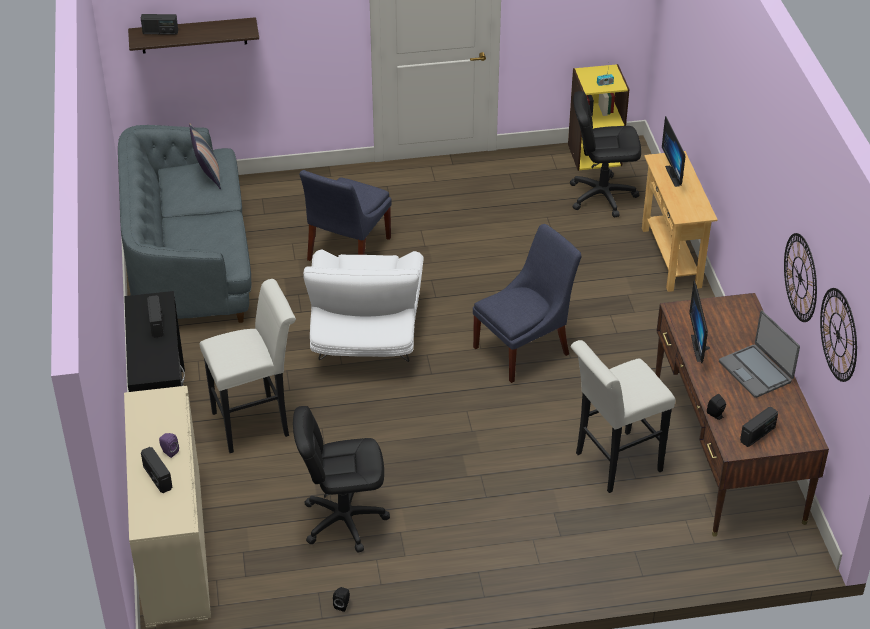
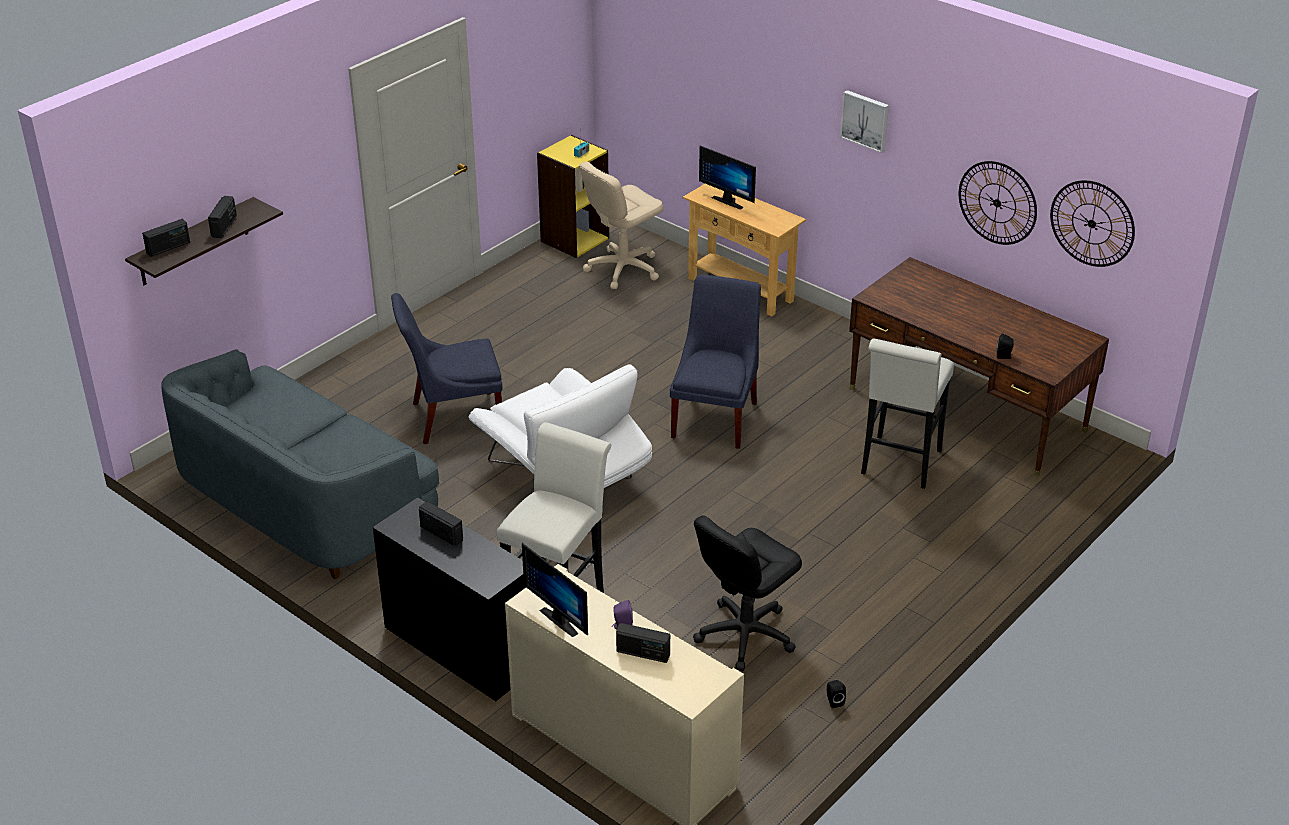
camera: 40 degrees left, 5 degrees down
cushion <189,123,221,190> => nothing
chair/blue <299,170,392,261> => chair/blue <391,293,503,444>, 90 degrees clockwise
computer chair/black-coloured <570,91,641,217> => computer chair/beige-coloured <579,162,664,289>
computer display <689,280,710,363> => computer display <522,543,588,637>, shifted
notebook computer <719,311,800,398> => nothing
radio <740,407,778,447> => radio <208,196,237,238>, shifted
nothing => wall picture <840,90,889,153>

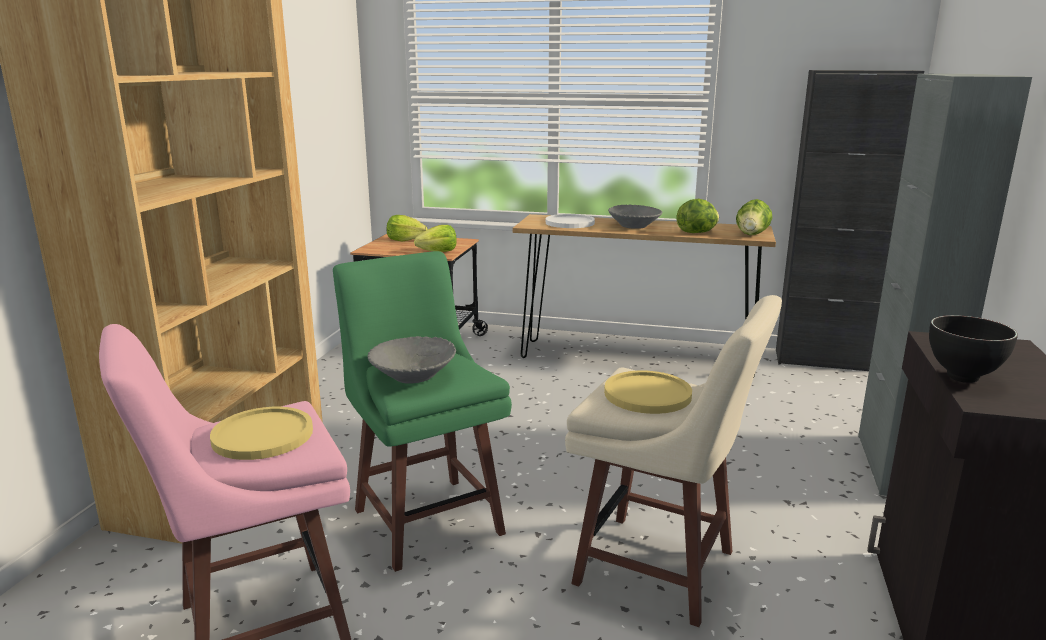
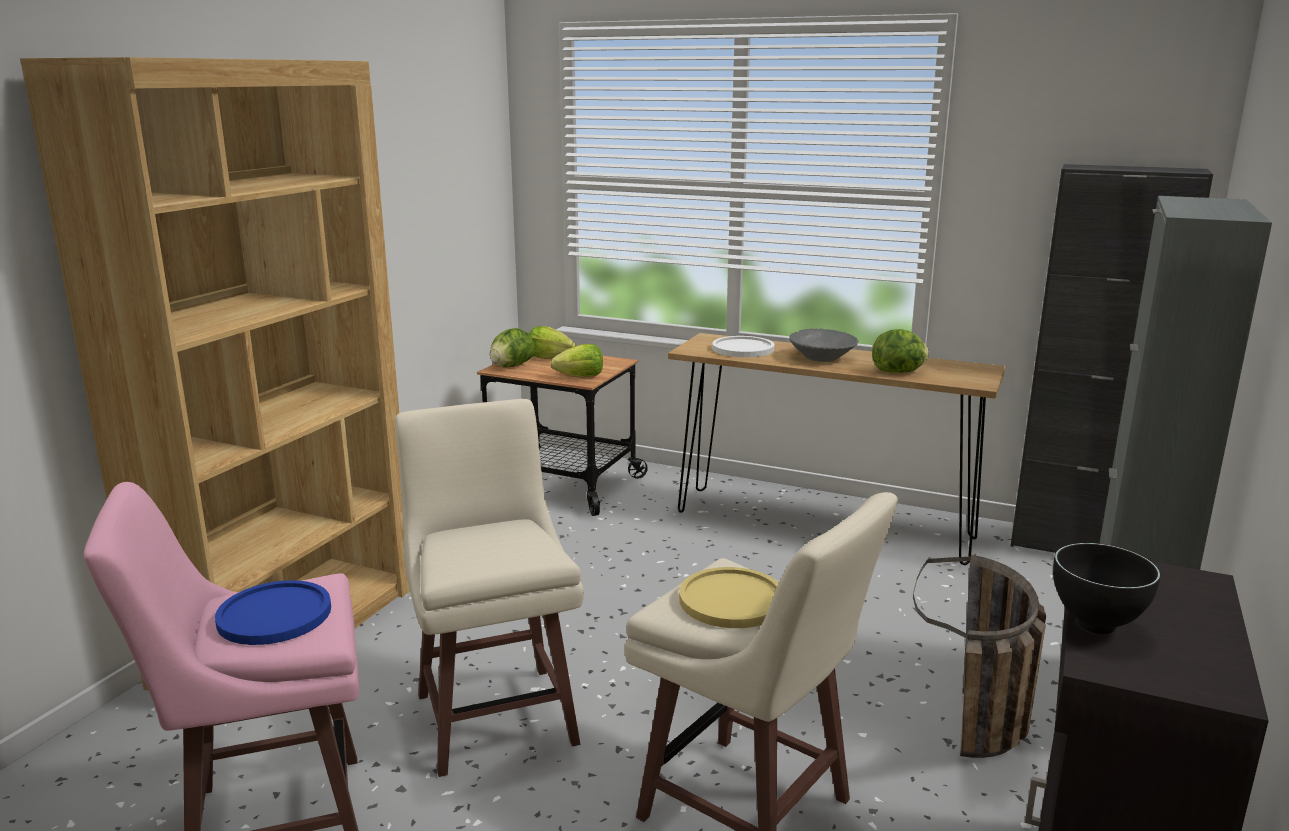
camera: 10 degrees right, 0 degrees up
dinner plate/yellowish <210,407,313,460> => dinner plate/blue <215,580,331,645>
sitting stool/greenish <333,251,512,572> => sitting stool/beige-coloured <395,399,584,777>
deep dish/gray <367,336,456,384> => nothing
lettuce head <736,199,772,235> => lettuce head <490,328,535,367>, shifted
nothing => storage basket <913,555,1046,758>

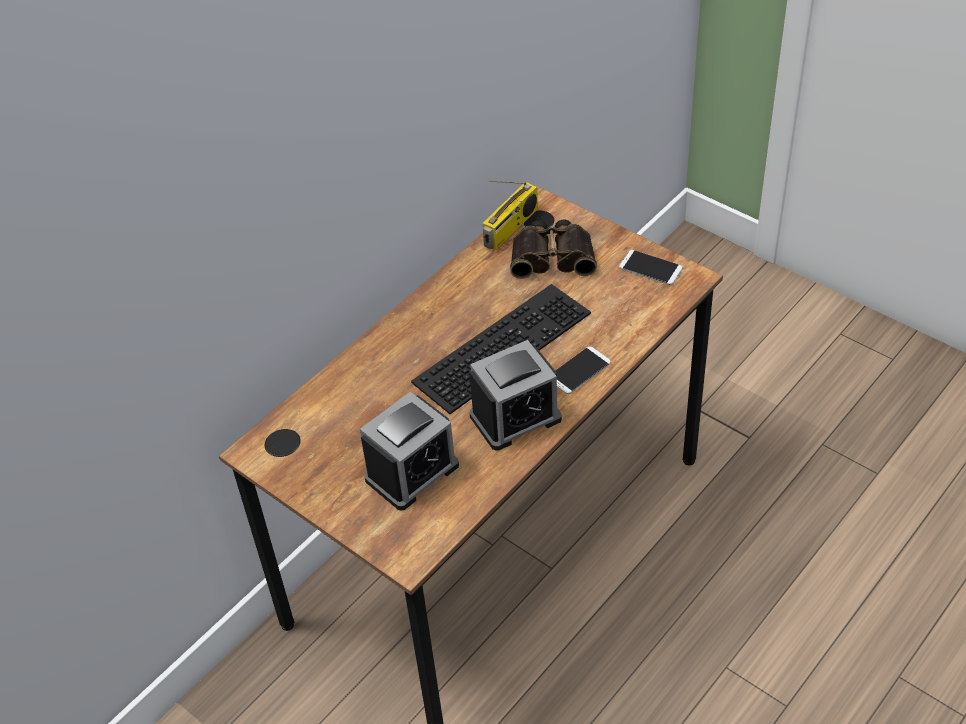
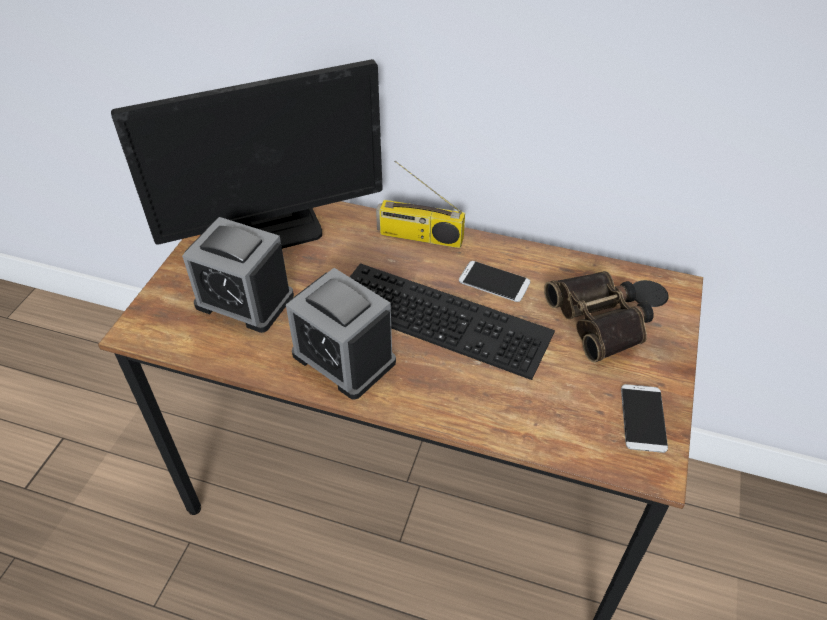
camera: 65 degrees right, 0 degrees up
radio <483,181,538,250> => radio <376,161,465,248>, shifted
telephone <555,346,611,394> => telephone <459,261,530,302>, shifted
nothing => computer display <111,59,383,249>

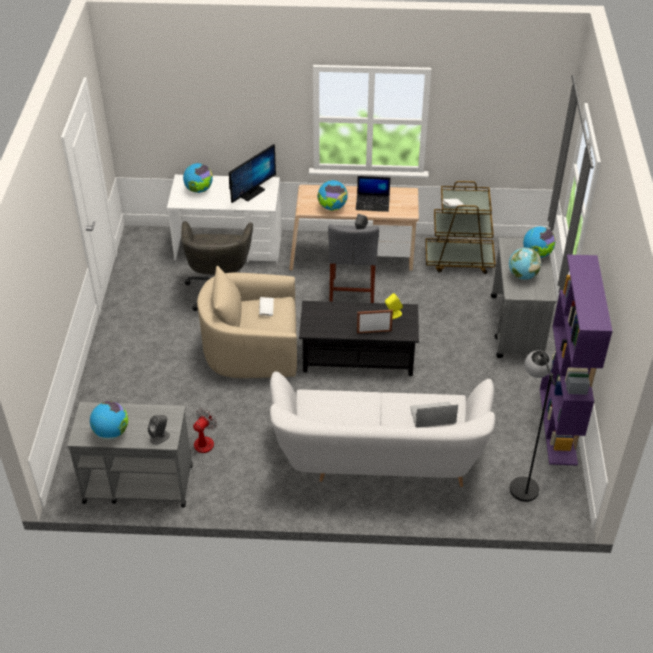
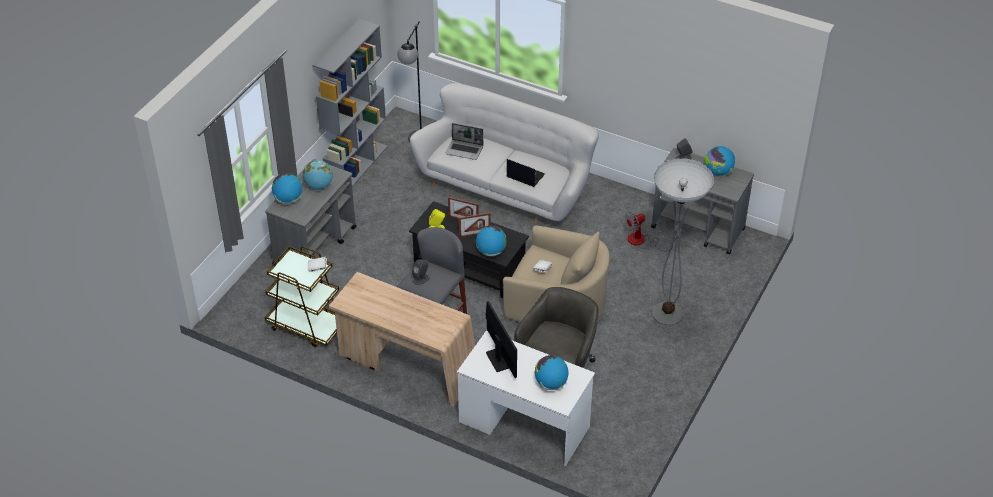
camera: 155 degrees left, 0 degrees up
computer display <229,144,276,203> => computer display <486,301,517,378>, 90 degrees clockwise
desk globe <317,180,348,211> => desk globe <476,225,507,256>, shifted
notebook computer <356,176,390,212> => notebook computer <507,159,545,187>, shifted
bookshelf/purplish <540,254,612,466> => bookshelf/gray <313,19,388,187>
nothing => picture frame <458,212,491,238>
nothing => floor lamp <652,158,714,325>

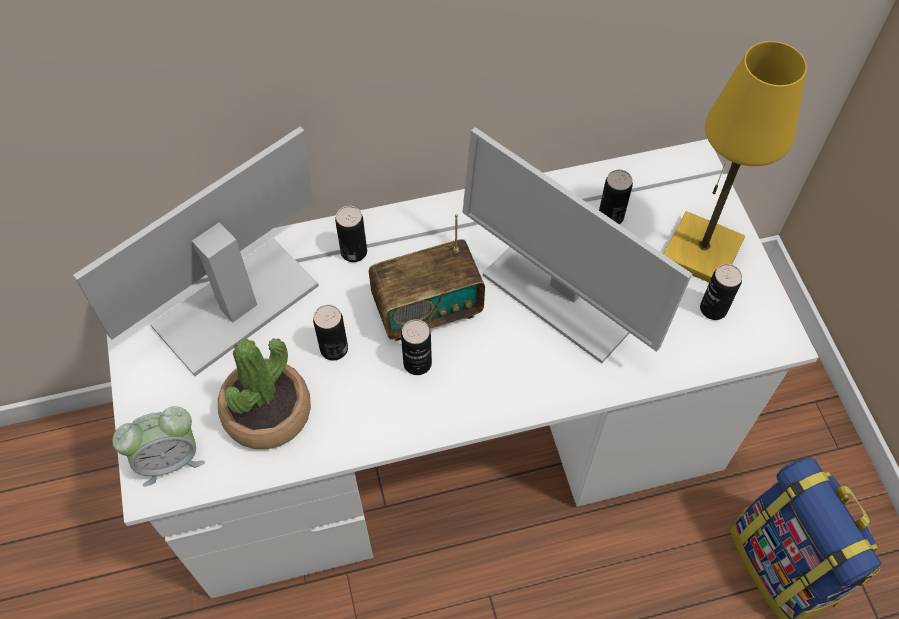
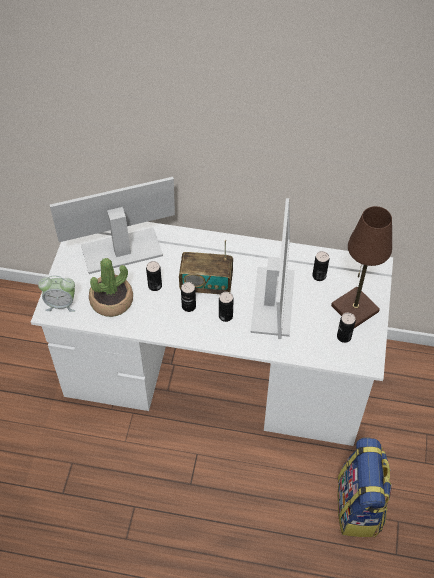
camera: 25 degrees right, 5 degrees down
metal can <335,206,367,262> => metal can <219,292,234,322>, shifted
computer display <462,127,692,364> => computer display <250,198,295,339>, 150 degrees counterclockwise
lamp for a table/yellowish <664,41,807,282> => lamp for a table/brown <331,206,392,328>

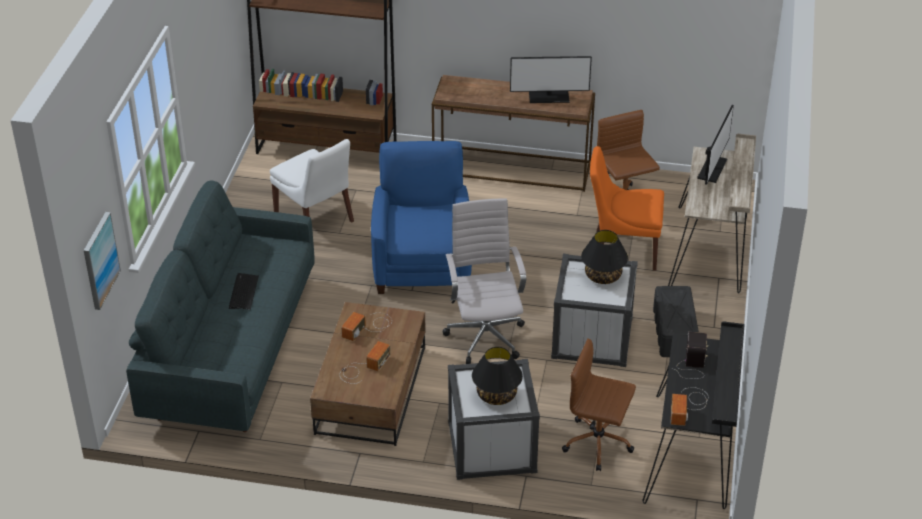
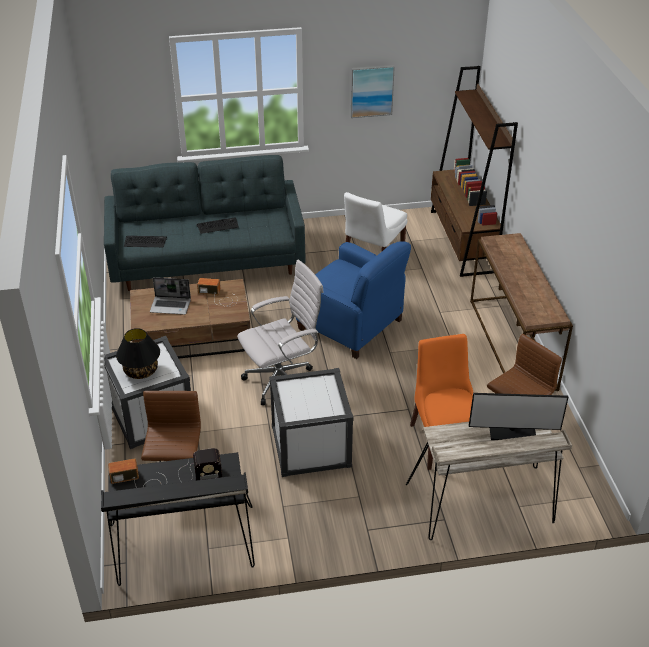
camera: 70 degrees right, 0 degrees up
wall picture <84,212,121,310> => wall picture <351,65,395,118>, shifted
radio <340,341,391,384> => notebook computer <150,277,191,315>
armchair/blue <371,141,472,294> => armchair/blue <296,241,411,359>, 60 degrees clockwise
computer display <510,56,592,103> => nothing
lamp for a table/black-coloured <581,230,628,284> => nothing
storage bin/black-coloured <653,286,699,357> => nothing
nothing => PC keyboard <124,236,167,247>

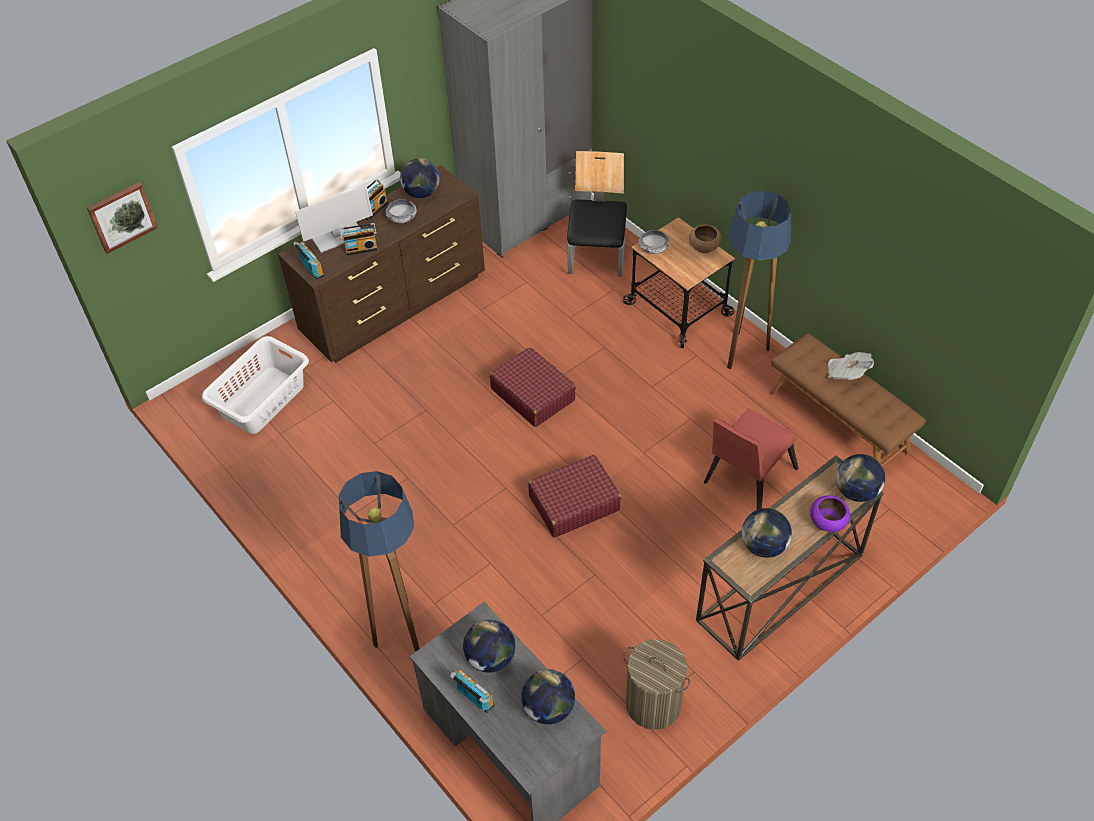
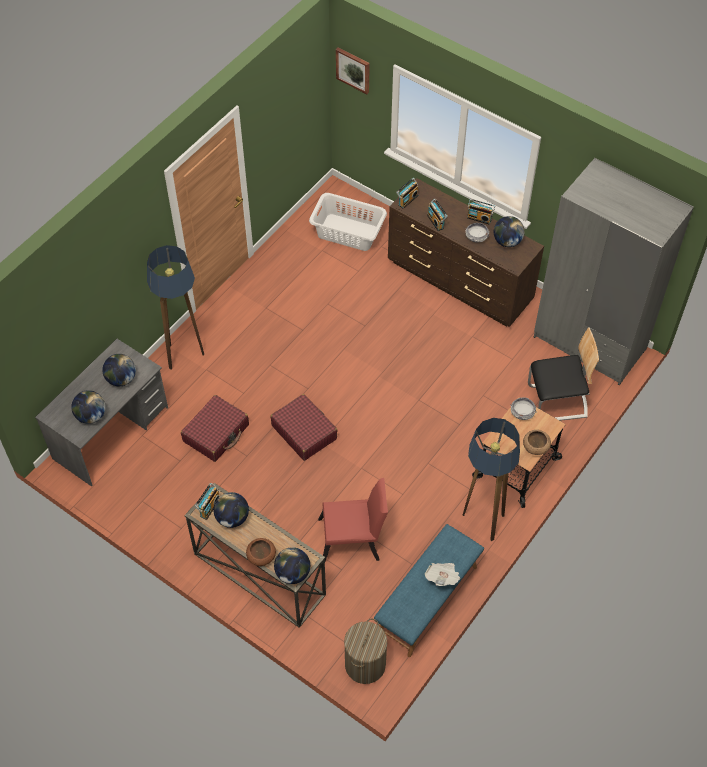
camera: 75 degrees right, 5 degrees up
computer display <295,185,373,253> => nothing
radio <450,670,495,713> => radio <195,483,219,520>, shifted
travel case/reddish <490,347,576,427> => travel case/reddish <181,395,249,462>, shifted
hamper <623,639,690,730> => hamper <344,618,387,684>, shifted
chair/reddish <704,408,799,510> => chair/reddish <318,478,388,561>, 150 degrees clockwise
bench/brown <770,333,926,467> => bench/blue <374,524,484,657>
deep dish/purplish <810,495,850,532> => deep dish/brown <246,538,276,566>

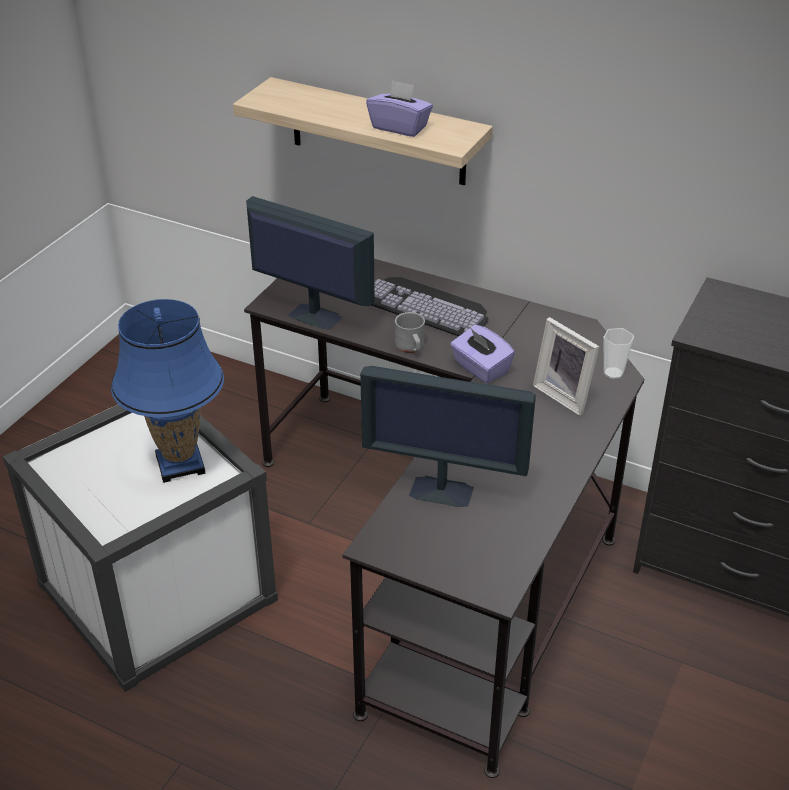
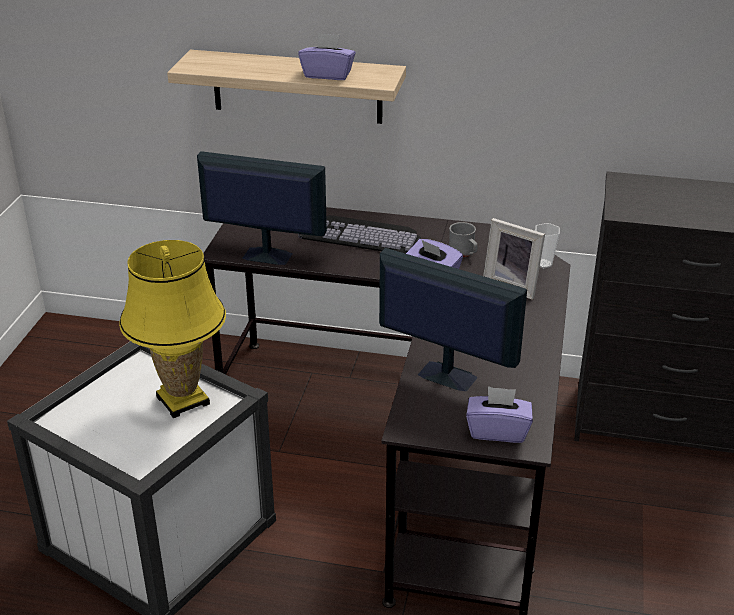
camera: 15 degrees left, 5 degrees down
lamp for a table/blue <111,299,224,483> => lamp for a table/yellowish <119,240,226,418>
computer display <360,366,536,507> => computer display <379,248,527,391>, 150 degrees counterclockwise
coffee mug/gray <395,312,425,353> => coffee mug/gray <449,222,478,257>, shifted
nothing => tissue holder/purplish <466,386,533,443>

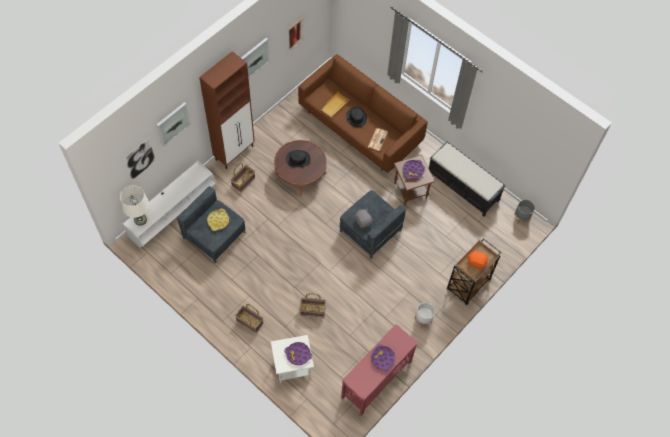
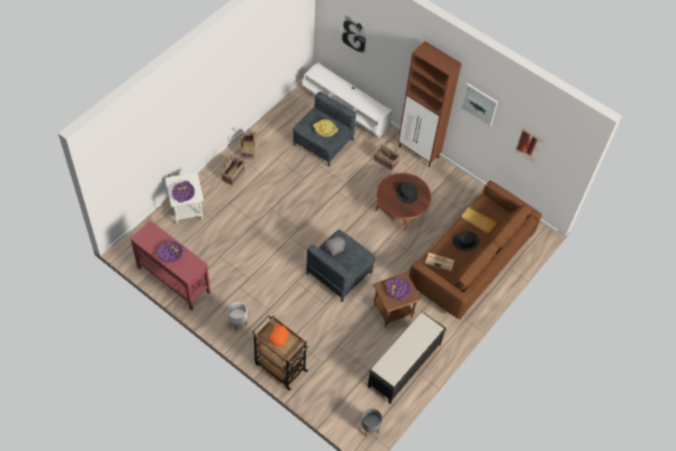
camera: 85 degrees right, 5 degrees down
lamp for a table/white <120,185,149,226> => nothing
wall picture <157,102,191,146> => nothing
storage basket <300,293,326,318> => storage basket <241,131,255,159>, shifted

